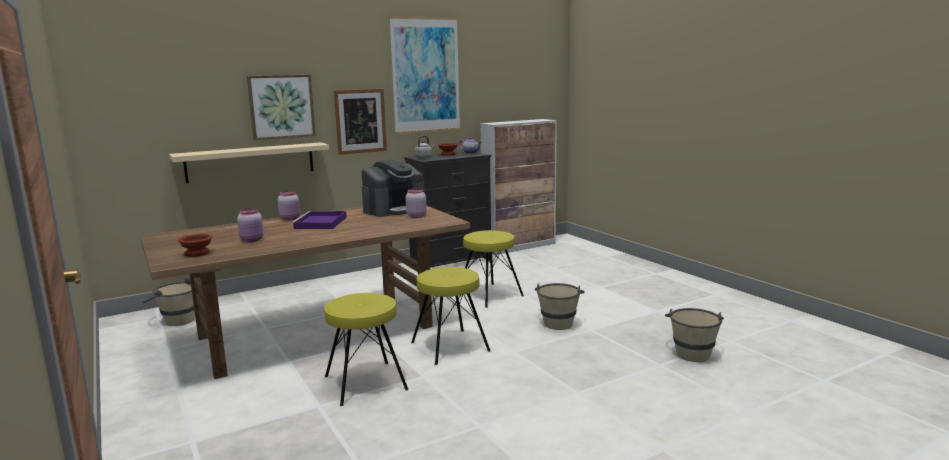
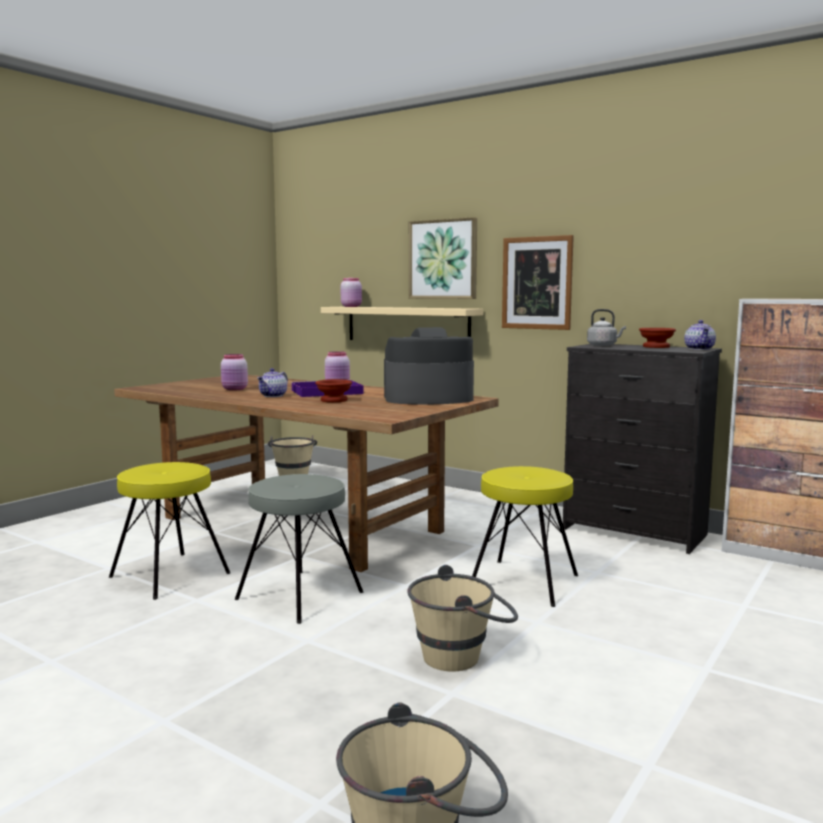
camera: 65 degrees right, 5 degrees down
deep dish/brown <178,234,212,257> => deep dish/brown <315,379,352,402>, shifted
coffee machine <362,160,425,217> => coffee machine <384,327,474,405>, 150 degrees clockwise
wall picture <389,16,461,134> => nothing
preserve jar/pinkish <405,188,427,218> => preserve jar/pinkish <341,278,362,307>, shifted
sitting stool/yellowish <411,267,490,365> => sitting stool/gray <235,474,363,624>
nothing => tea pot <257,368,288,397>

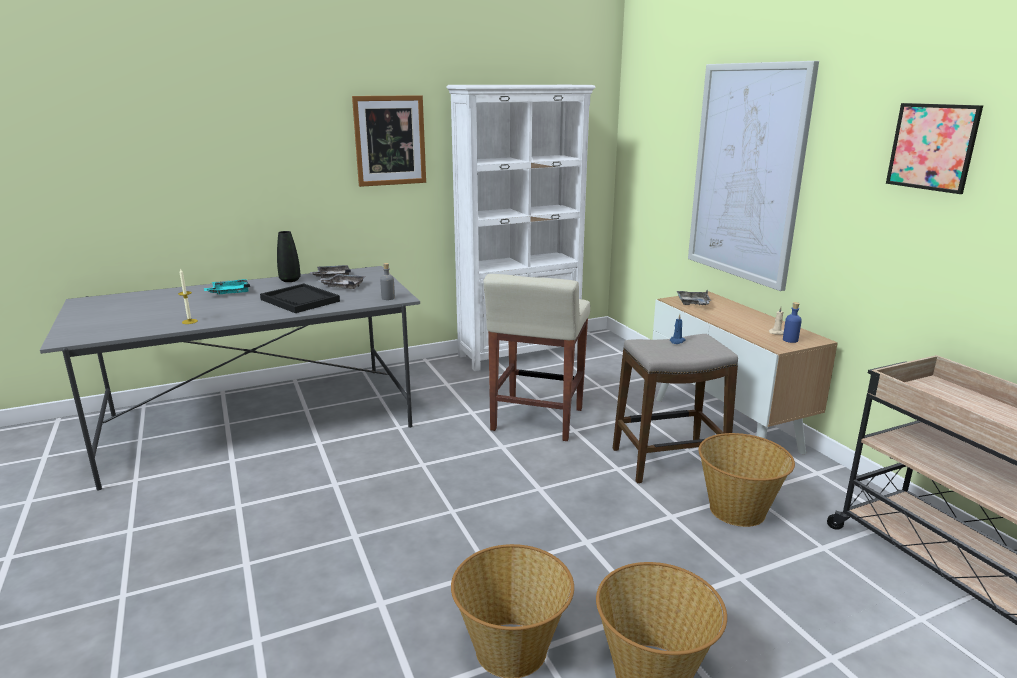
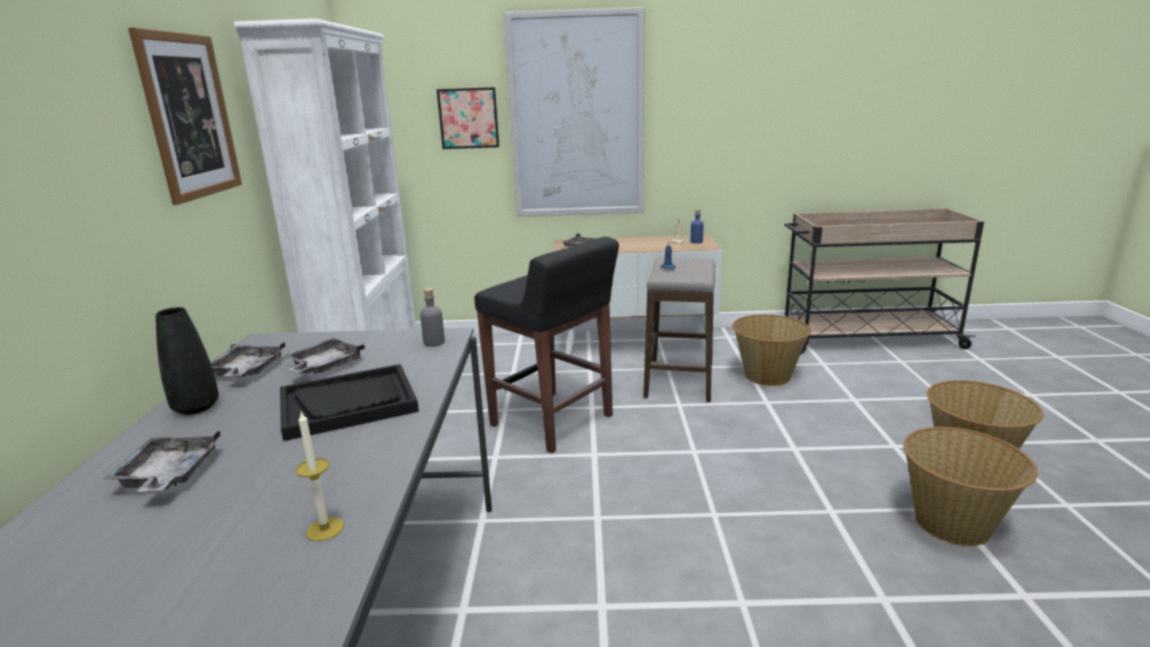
camera: 65 degrees left, 0 degrees up
carrying tray/turquoise <204,279,250,294> => carrying tray/gray <102,430,220,492>
sitting stool/beige-coloured <483,274,590,441> => sitting stool/black-coloured <474,237,619,453>
wall picture <886,103,983,194> => wall picture <436,87,499,149>, shifted

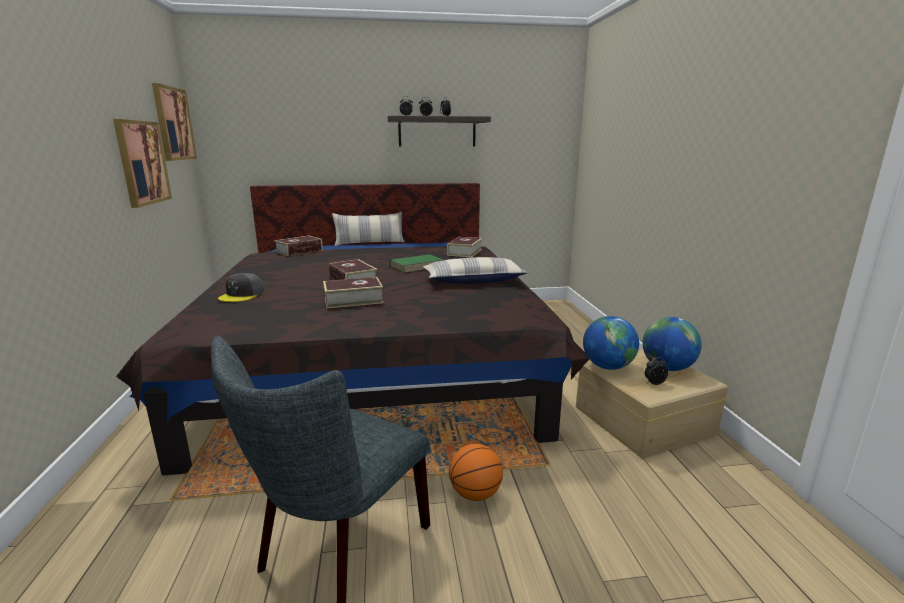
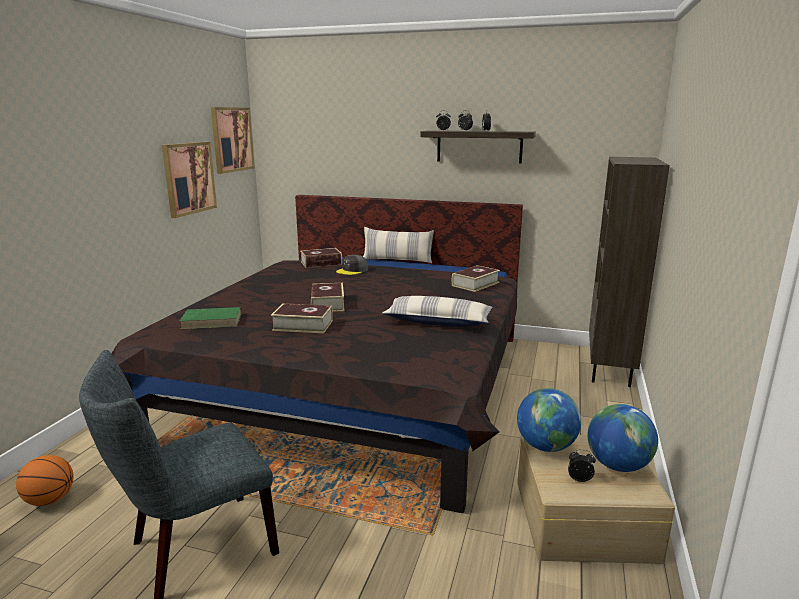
camera: 25 degrees right, 0 degrees up
cap/gray <218,273,264,302> => cap/gray <336,255,368,275>, shifted
volume/greenish <390,254,444,273> => volume/greenish <180,307,242,329>, shifted
ball for basketball <449,444,503,501> => ball for basketball <16,455,74,506>, shifted
nothing => bookshelf/brown <589,157,670,387>

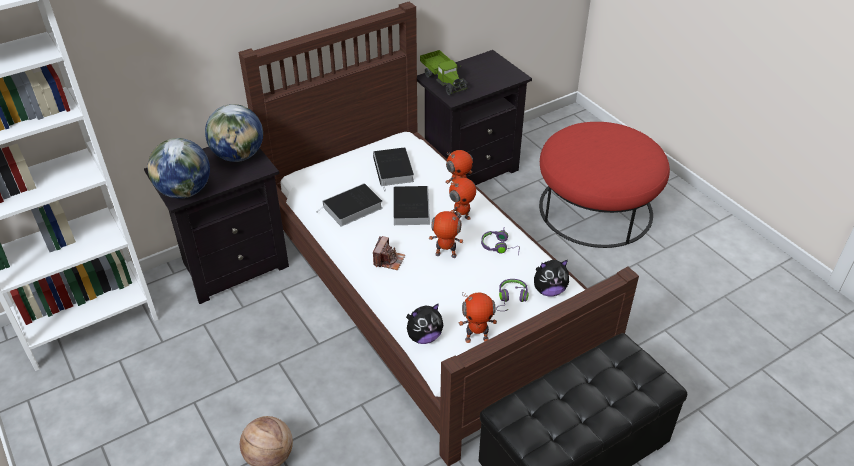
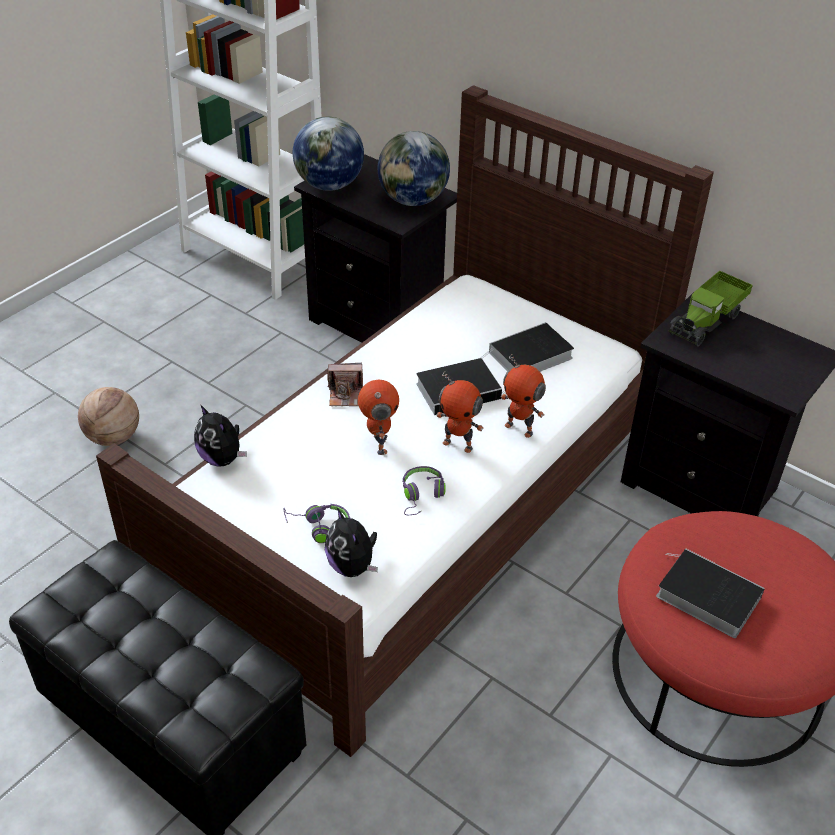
camera: 70 degrees right, 0 degrees up
volume <318,183,382,227> => volume <656,549,765,638>, shifted
toy robot <459,293,497,343> => nothing

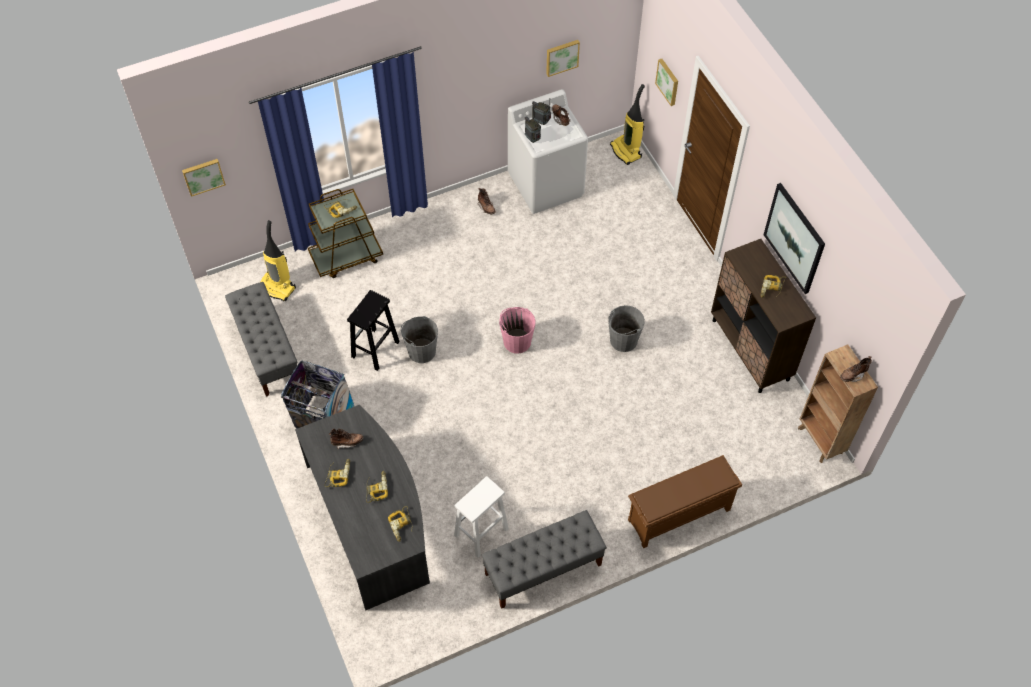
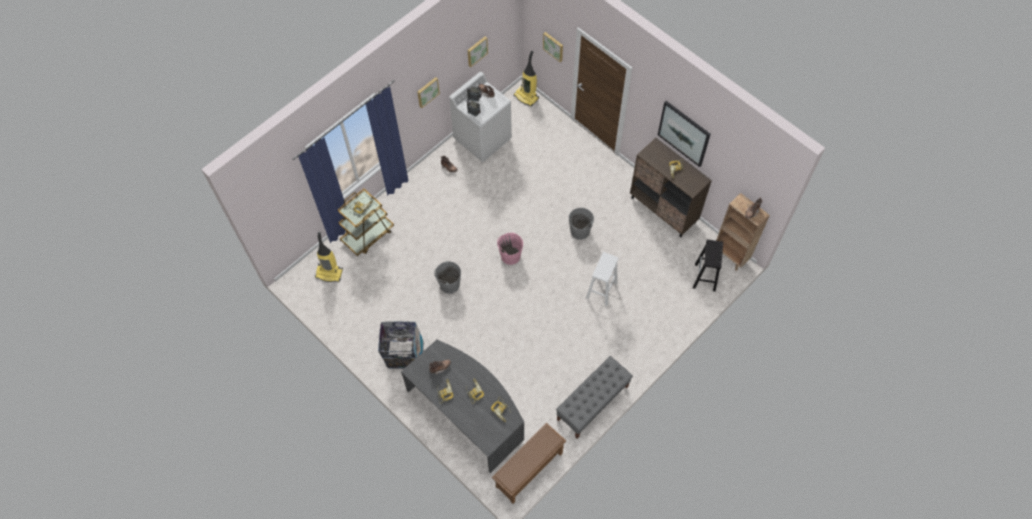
camera: 20 degrees left, 5 degrees up
wall picture <182,159,226,197> => wall picture <417,77,440,108>, shifted
bench/gray <225,282,297,396> => nothing
sitting stool/black-coloured <347,290,399,371> => sitting stool/black-coloured <693,240,723,292>, shifted
sitting stool/white <454,476,509,558> => sitting stool/white <586,252,619,306>, shifted
shoe stand/brown <628,455,742,548> => shoe stand/brown <492,423,566,504>, shifted

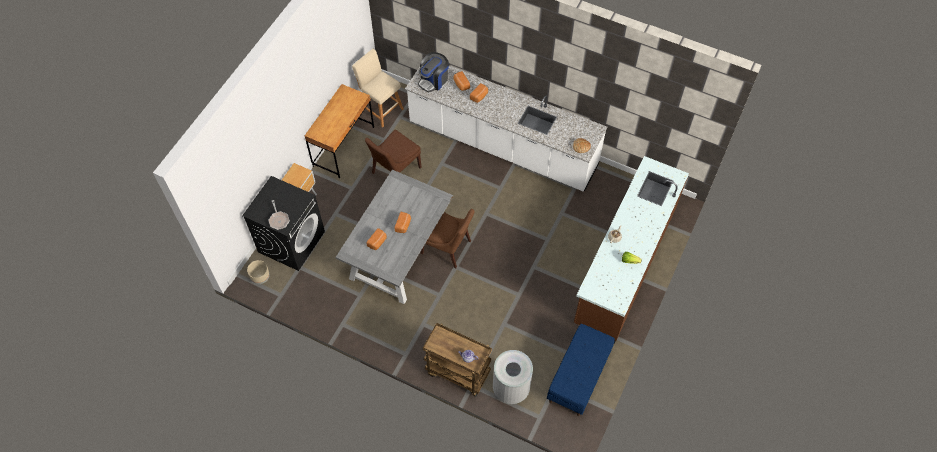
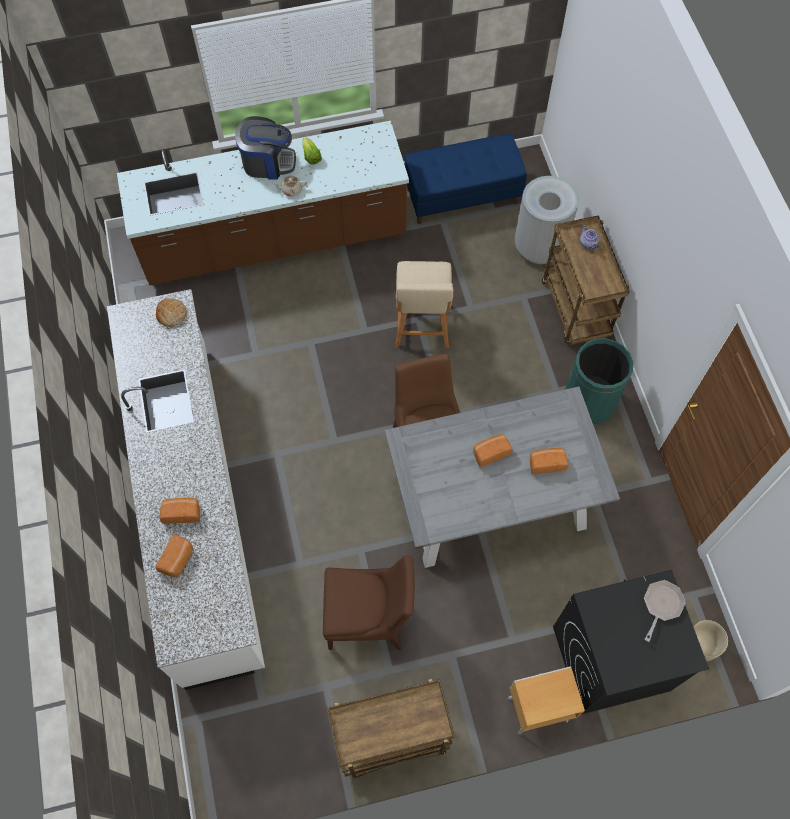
camera: 130 degrees left, 5 degrees up
desk table/brown <305,84,374,178> => cart/brown <328,679,455,778>
sitting stool/beige-coloured <352,49,404,128> => sitting stool/beige-coloured <395,261,453,348>, shifted
coffee machine <418,52,449,92> => coffee machine <235,116,296,179>, shifted
nothing => rubbish bin/greenish <565,338,633,424>

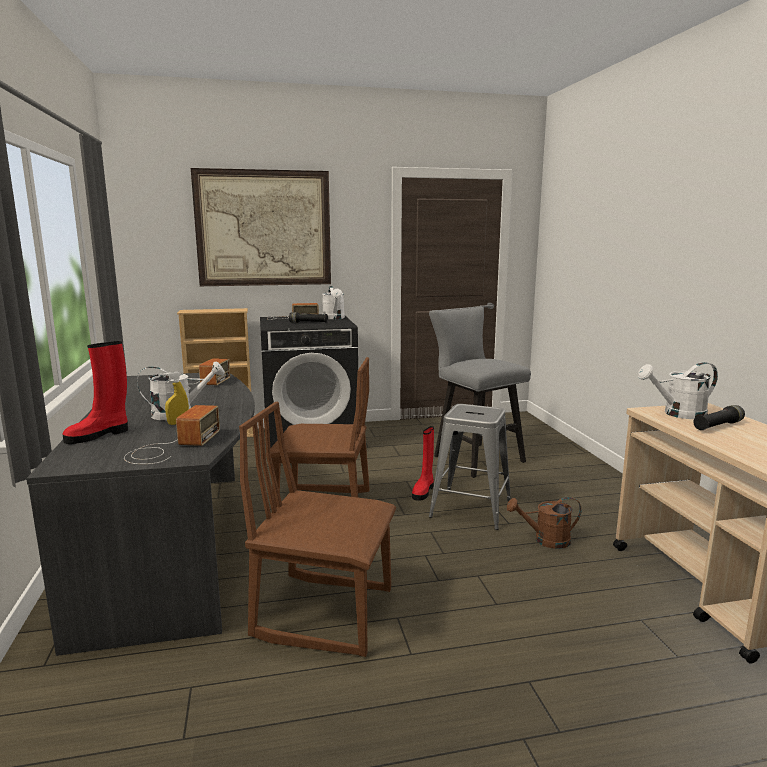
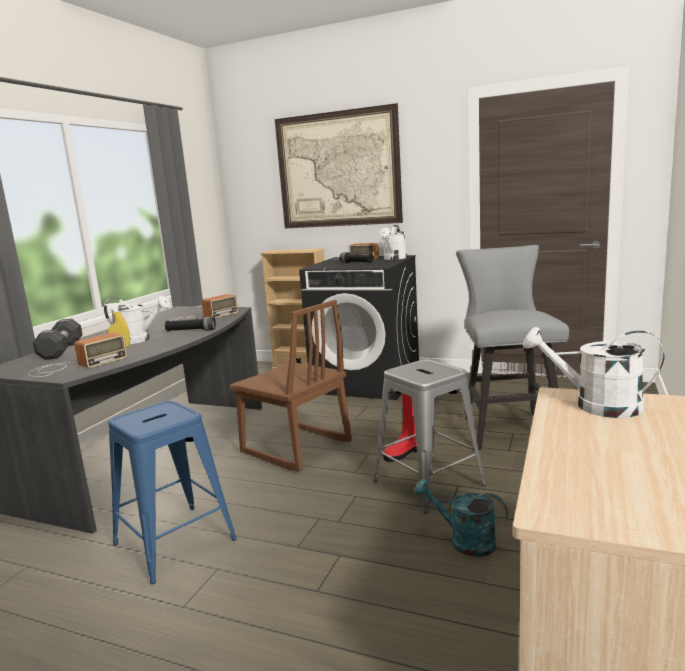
camera: 35 degrees right, 0 degrees up
tall boot/reddish <63,341,128,444> => hand weight/black-coloured <33,319,83,360>
chair/brown <239,402,396,657> => sitting stool/blue <108,401,237,584>
sprinkling can/brown <507,497,582,549> => sprinkling can/turquoise <414,479,508,557>
flashlight/black-coloured <693,405,745,430> => flashlight/black-coloured <165,317,216,331>, shifted

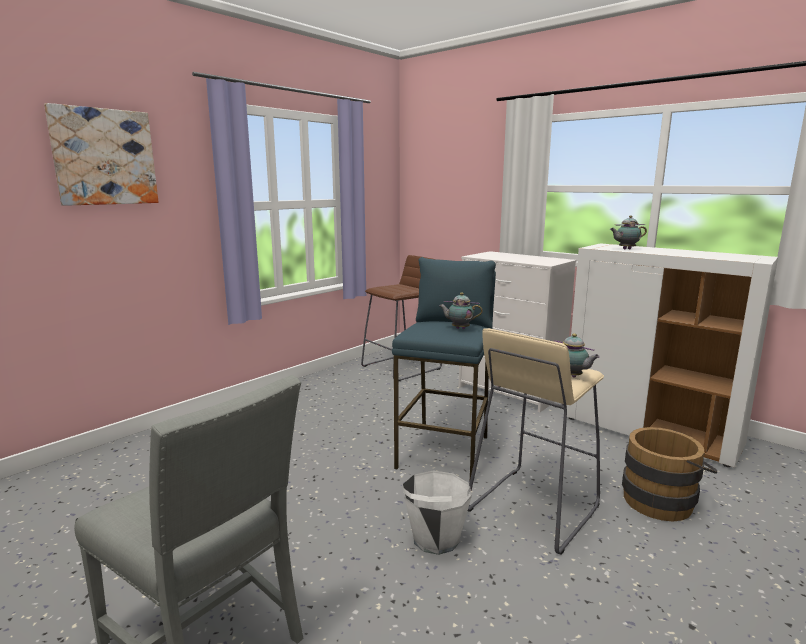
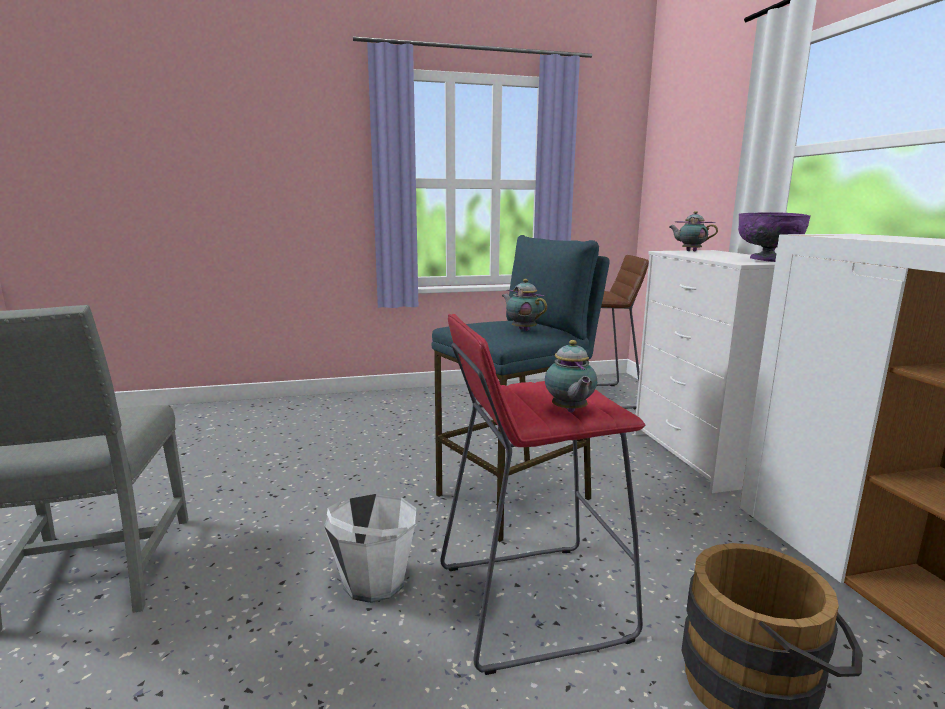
camera: 35 degrees right, 0 degrees up
wall picture <44,103,159,206> => nothing
sitting stool/beige-coloured <468,328,604,555> => sitting stool/reddish <440,314,645,675>
tea pot <610,216,647,250> => tea pot <669,211,718,252>, shifted
nothing => deep dish/purplish <738,212,811,262>

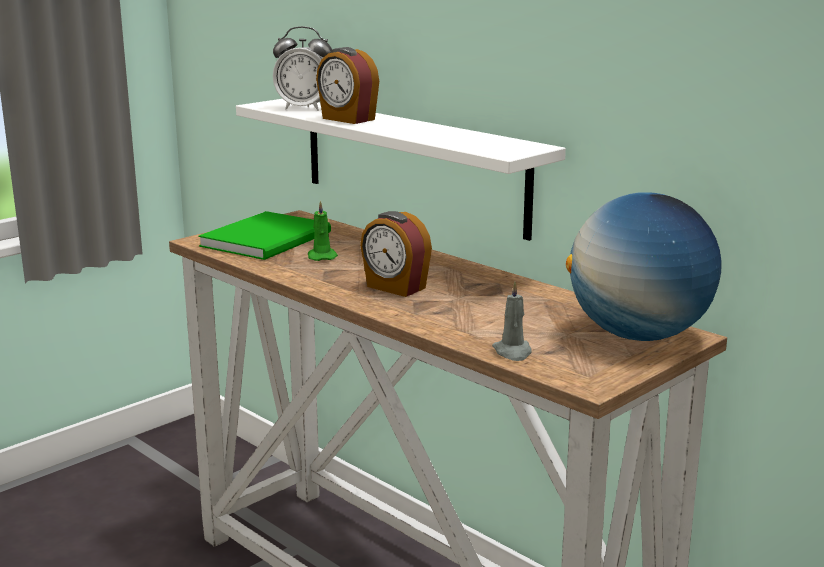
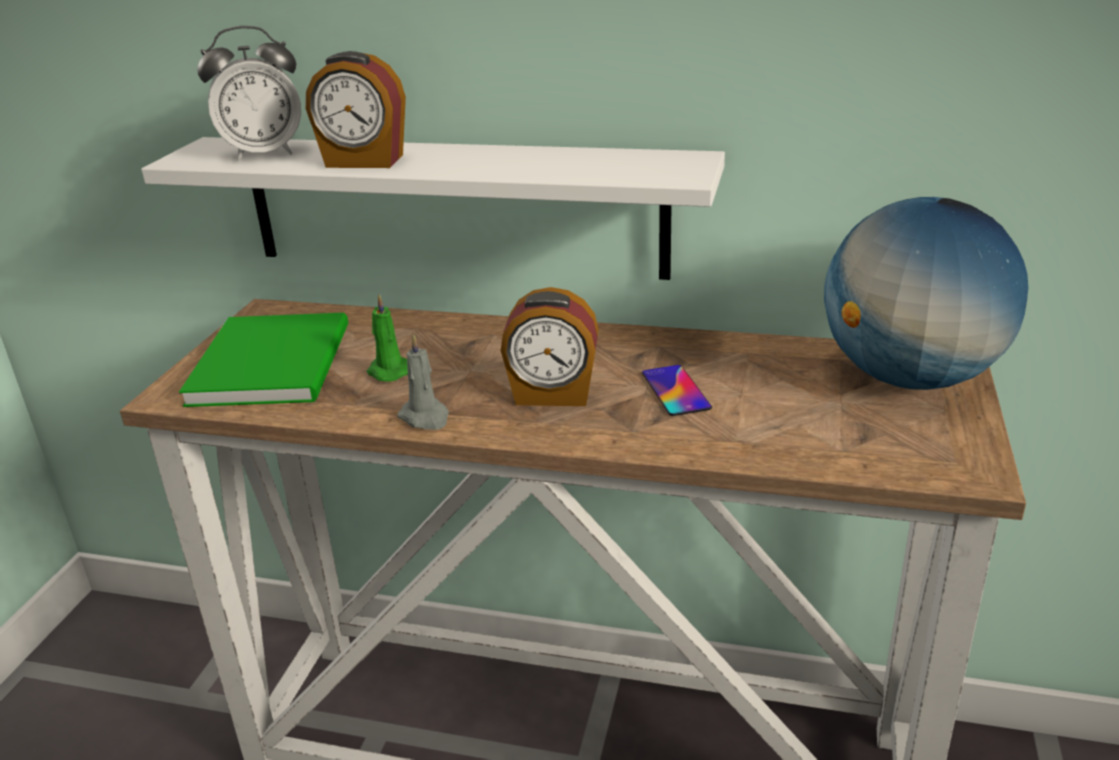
camera: 30 degrees left, 10 degrees up
wax light/gray <492,281,532,361> => wax light/gray <397,333,449,430>, shifted
nothing => telephone <642,365,712,416>

